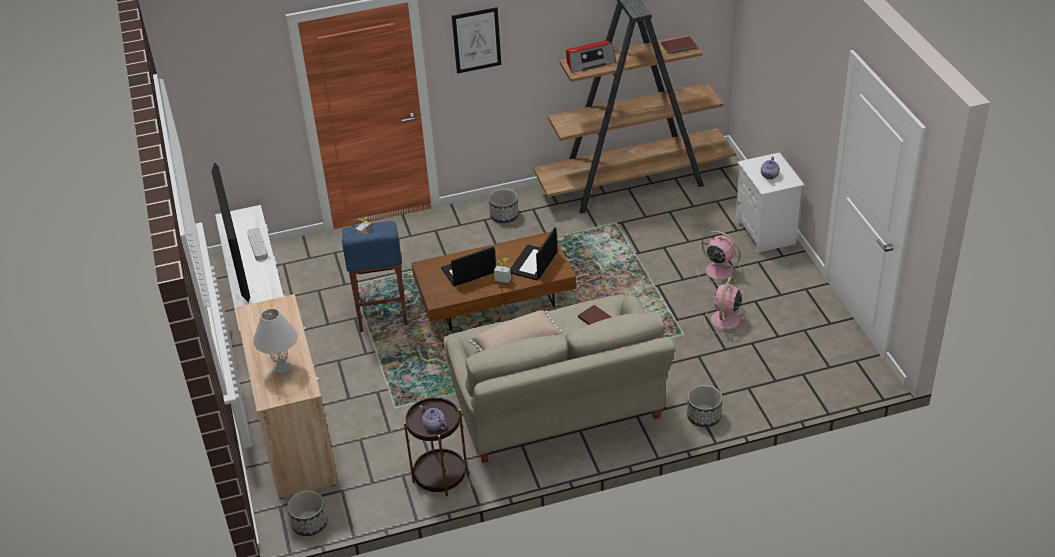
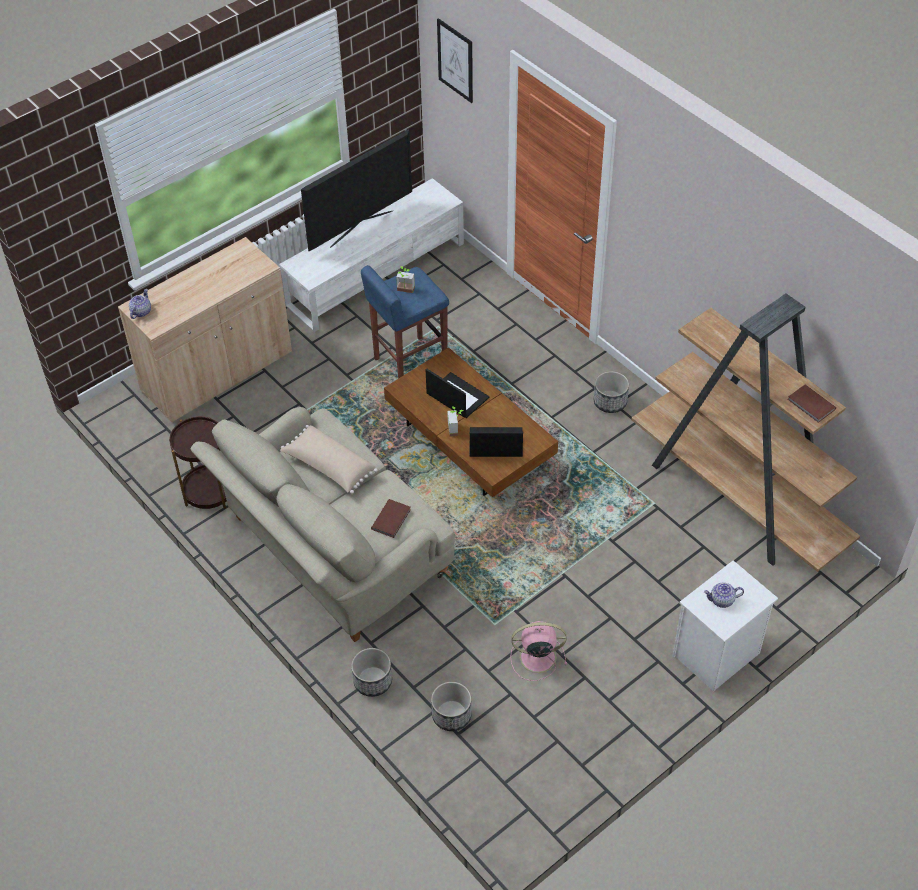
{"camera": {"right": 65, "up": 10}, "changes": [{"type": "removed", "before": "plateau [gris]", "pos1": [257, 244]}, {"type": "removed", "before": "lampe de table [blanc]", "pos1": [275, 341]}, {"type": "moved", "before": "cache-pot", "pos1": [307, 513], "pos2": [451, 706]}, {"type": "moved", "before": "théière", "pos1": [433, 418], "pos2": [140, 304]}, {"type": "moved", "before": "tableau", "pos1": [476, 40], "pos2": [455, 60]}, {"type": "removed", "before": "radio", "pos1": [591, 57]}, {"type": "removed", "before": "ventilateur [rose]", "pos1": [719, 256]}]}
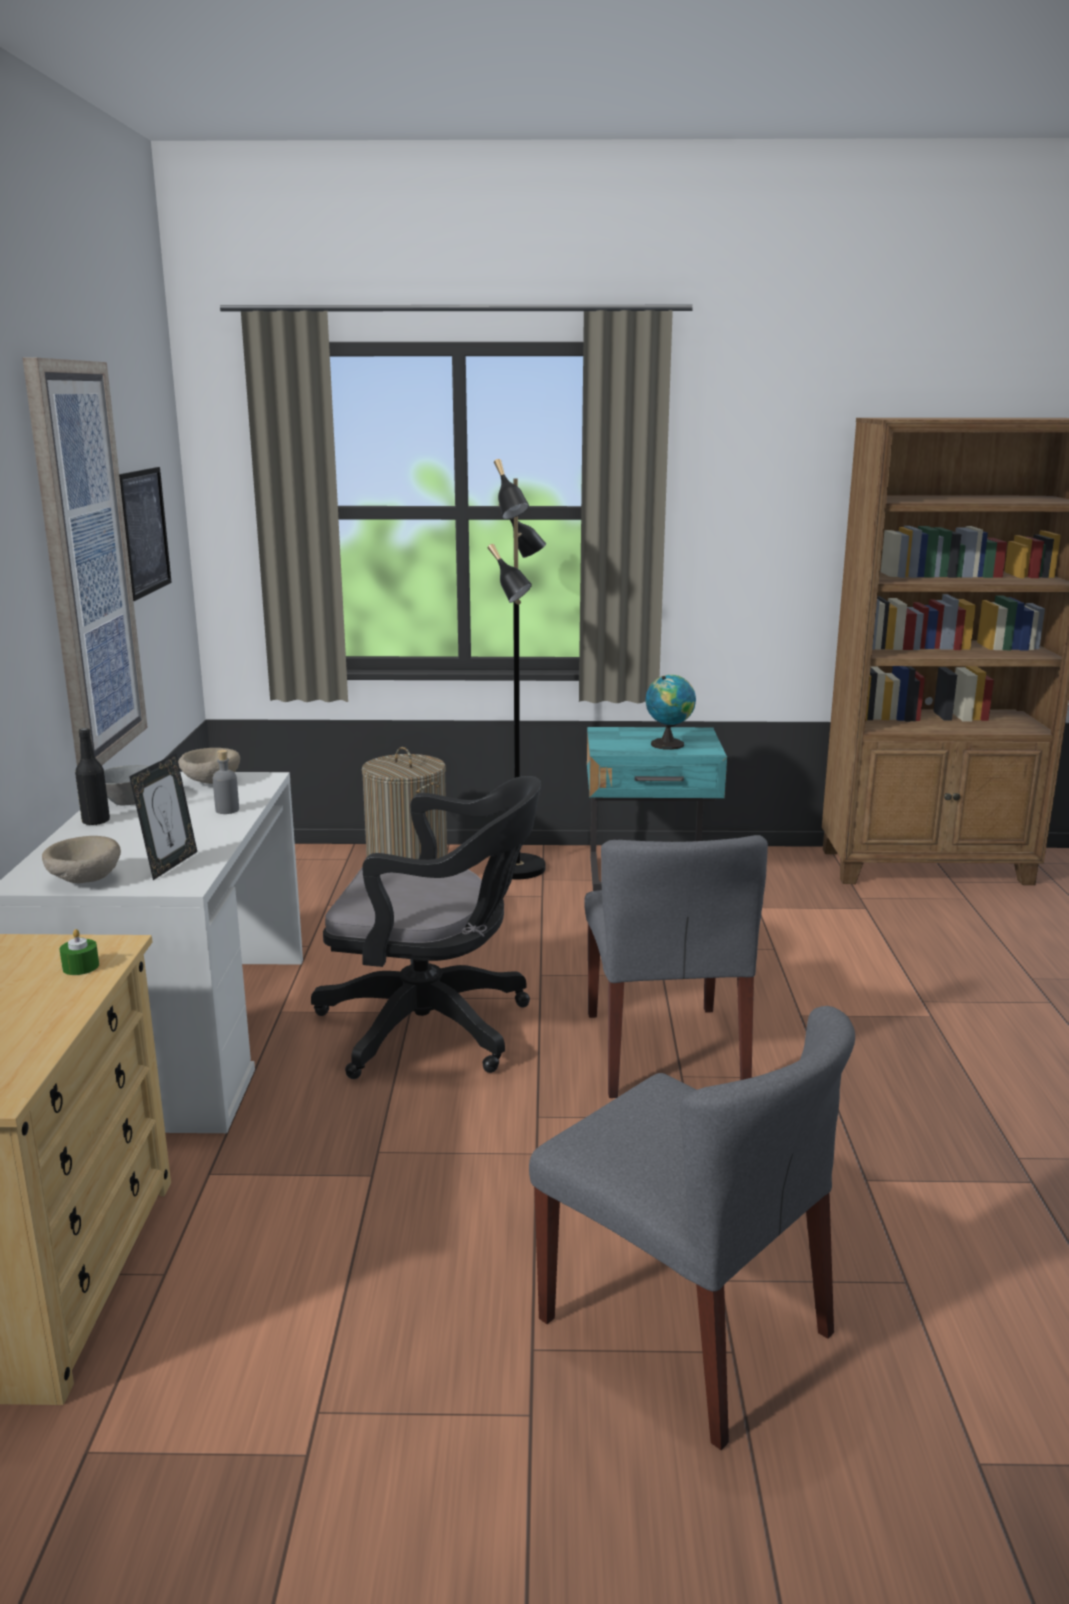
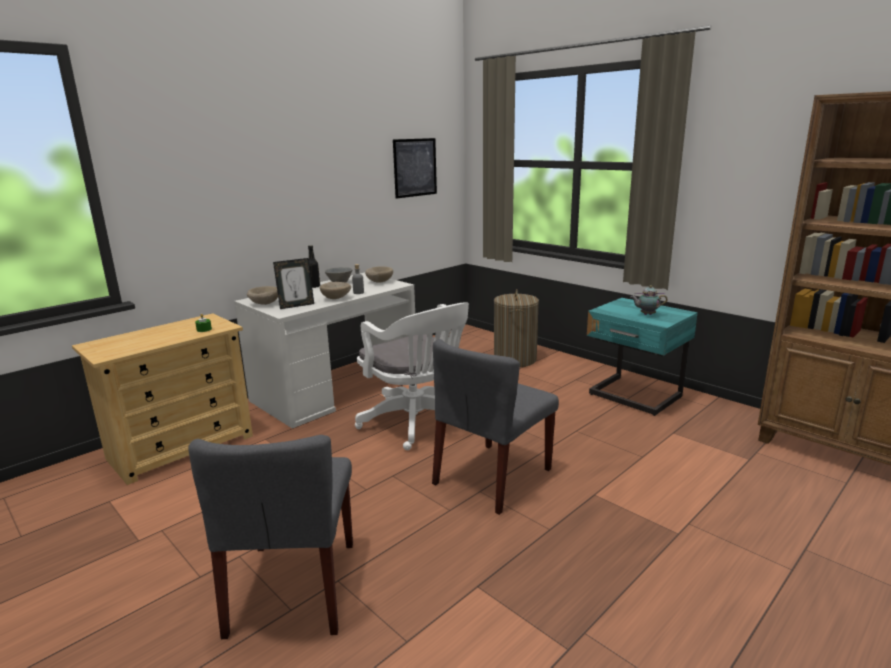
{"camera": {"right": 45, "up": 0}, "changes": [{"type": "removed", "before": "tableau", "pos1": [85, 562]}, {"type": "recoloured", "before": "chaise de bureau [noir]", "after": "chaise de bureau [blanc]", "pos1": [426, 927], "pos2": [412, 376]}, {"type": "removed", "before": "lampadaire [noir]", "pos1": [517, 669]}, {"type": "replaced", "before": "globe", "after": "théière", "pos1": [670, 712], "pos2": [649, 300]}, {"type": "added", "after": "bol [beige]", "pos2": [335, 290]}]}
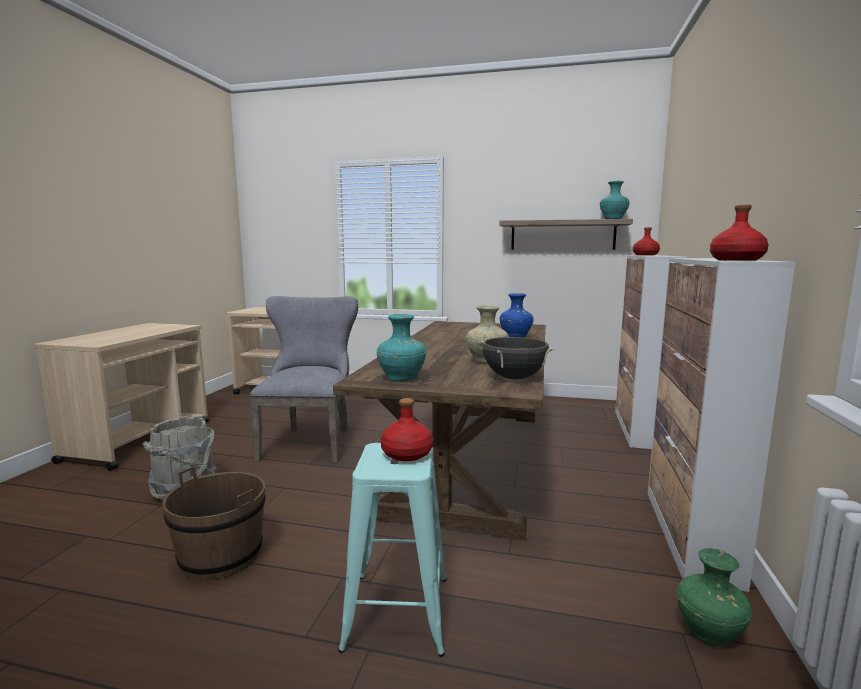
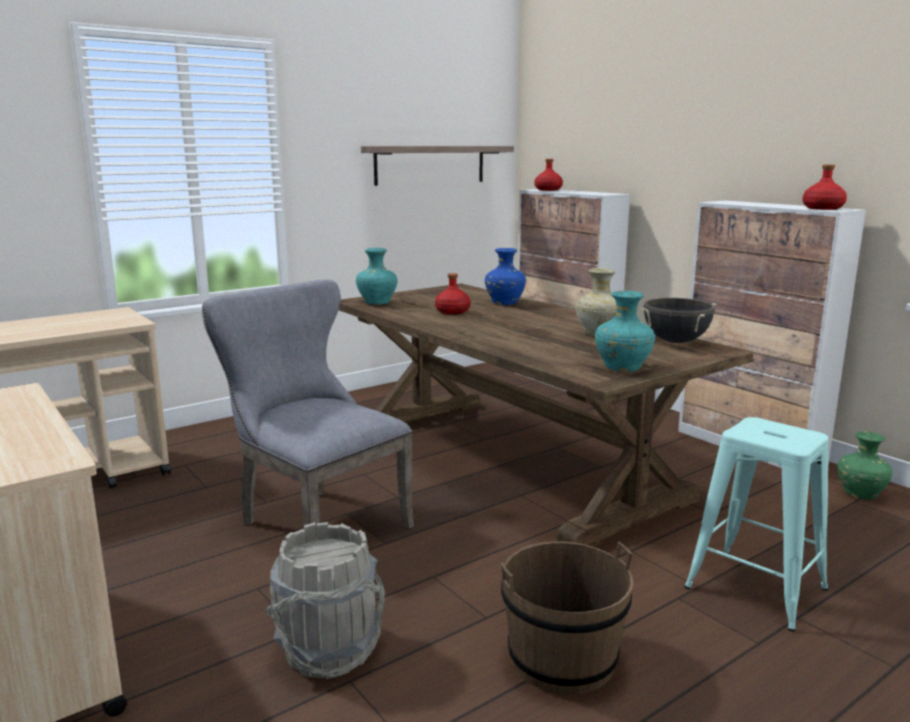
{"camera": {"right": -50, "up": 5}, "changes": [{"type": "moved", "before": "bouteille [rouge]", "pos1": [407, 429], "pos2": [453, 294]}, {"type": "moved", "before": "vase [turquoise]", "pos1": [614, 200], "pos2": [377, 276]}]}
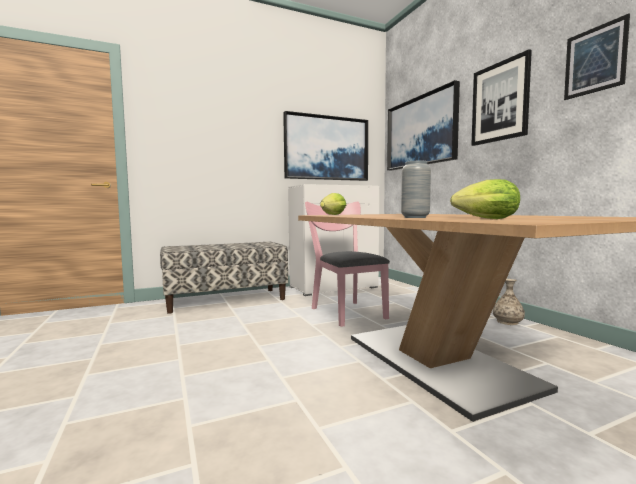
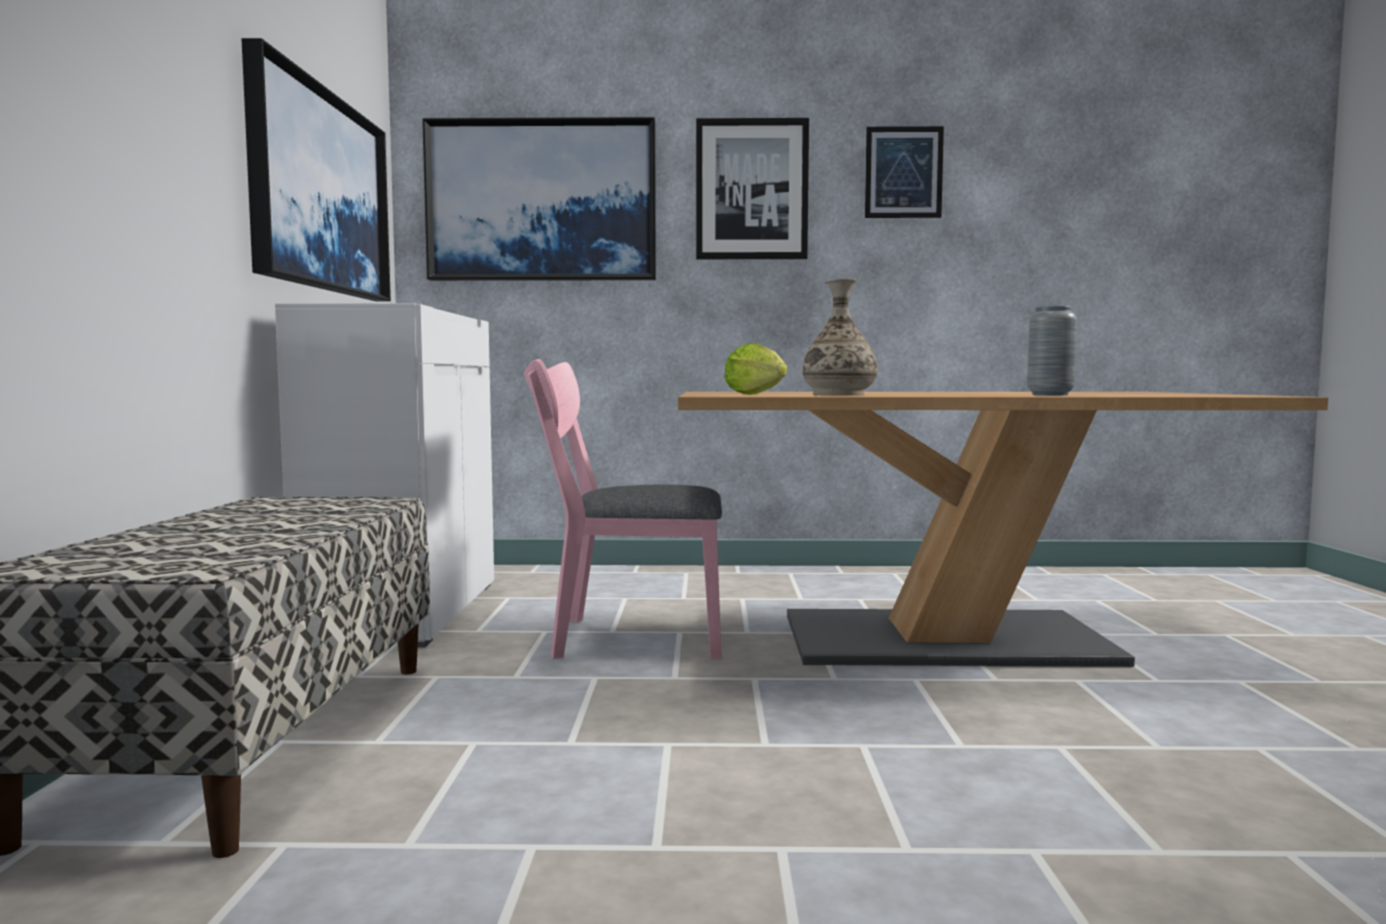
{"camera": {"right": -65, "up": 0}, "changes": [{"type": "removed", "before": "laitue", "pos1": [485, 199]}, {"type": "moved", "before": "vase", "pos1": [509, 302], "pos2": [840, 337]}]}
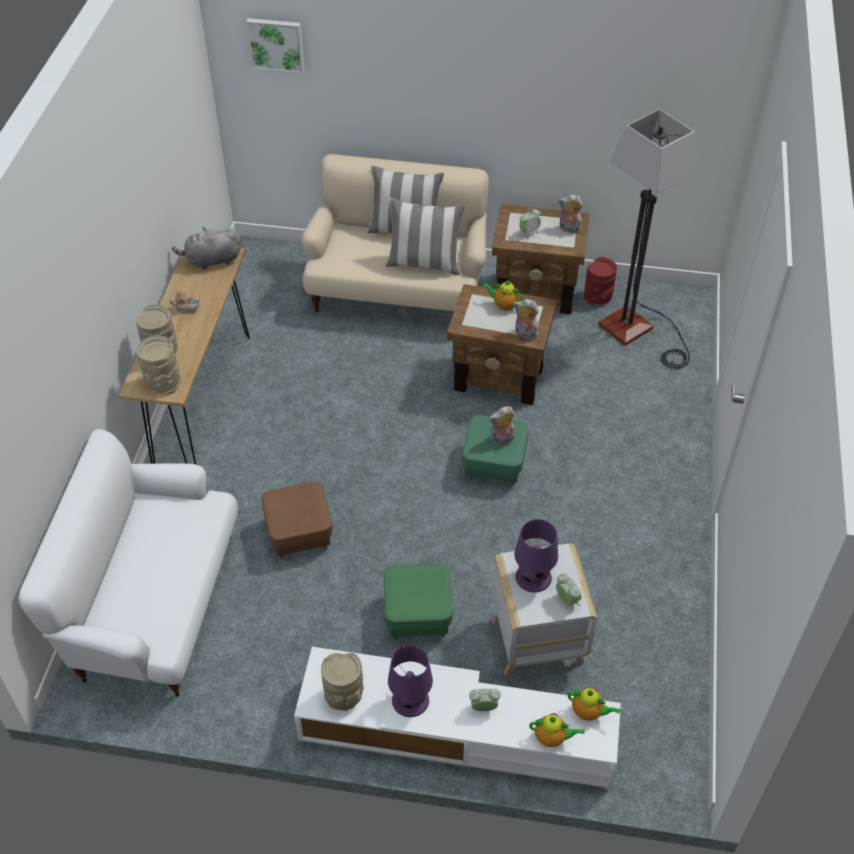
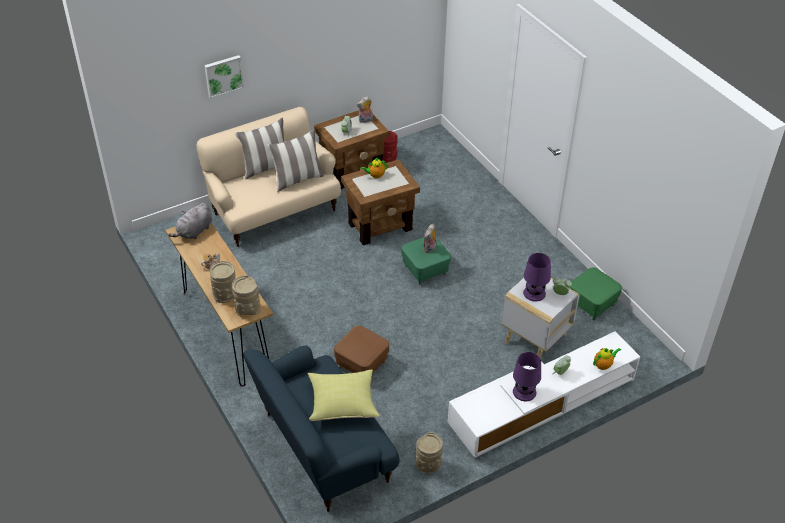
{"camera": {"right": -40, "up": -5}, "changes": [{"type": "recoloured", "before": "canapé [blanc]", "after": "canapé [bleu]", "pos1": [128, 562], "pos2": [321, 429]}, {"type": "moved", "before": "tableau", "pos1": [275, 46], "pos2": [224, 77]}, {"type": "moved", "before": "vase [beige]", "pos1": [342, 682], "pos2": [429, 453]}, {"type": "moved", "before": "pouf [vert]", "pos1": [418, 601], "pos2": [596, 293]}, {"type": "removed", "before": "peluche", "pos1": [526, 319]}, {"type": "removed", "before": "théière", "pos1": [594, 704]}, {"type": "removed", "before": "lampadaire", "pos1": [648, 239]}, {"type": "added", "after": "coussin [jaune]", "pos2": [344, 395]}]}
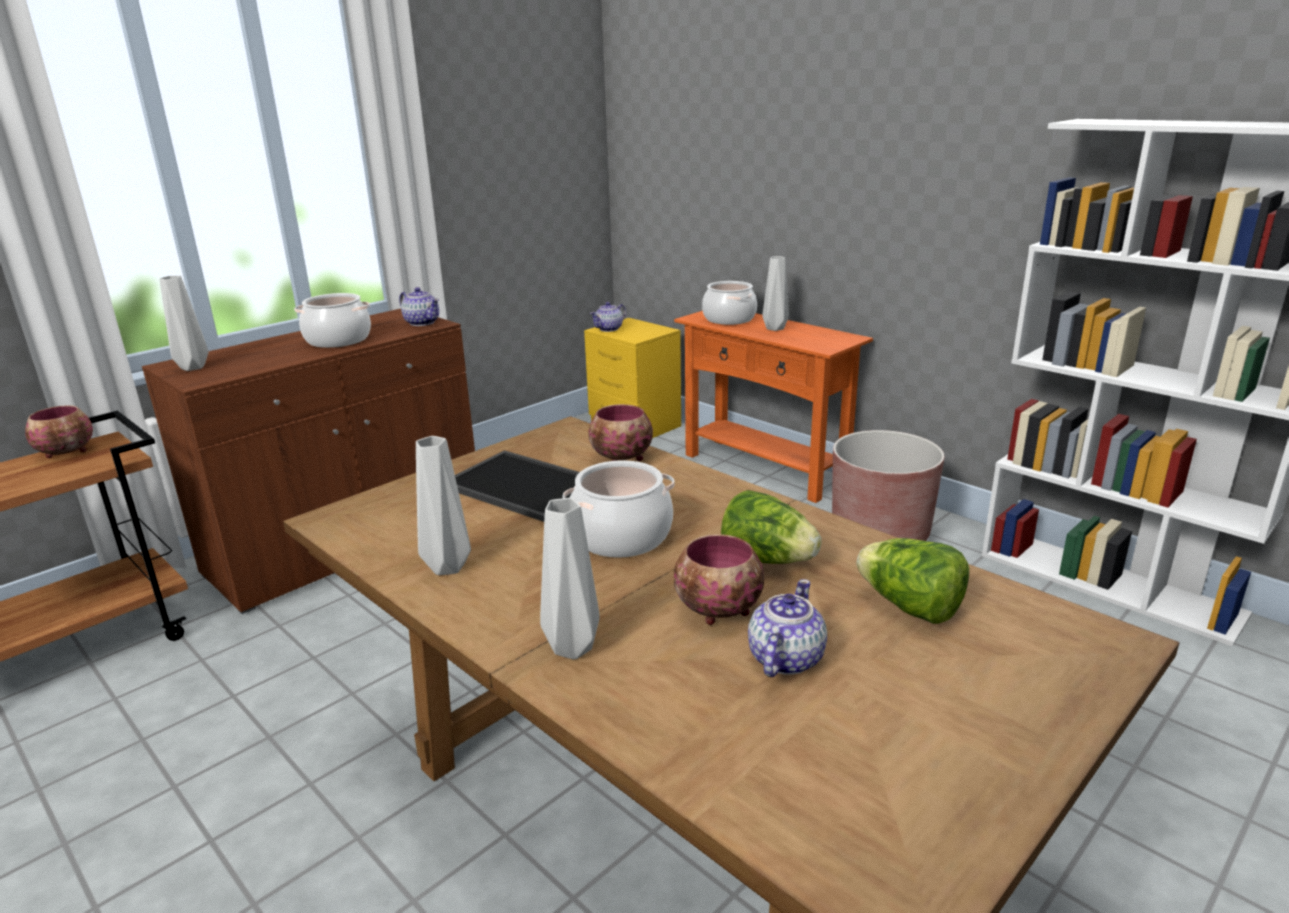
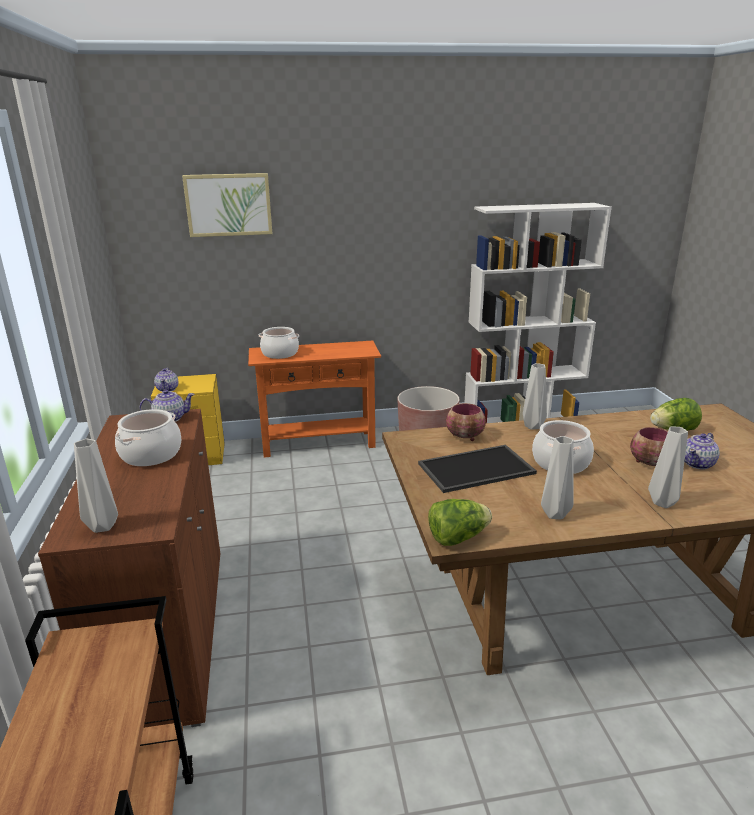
{"camera": {"right": -55, "up": 0}, "changes": [{"type": "removed", "before": "bol", "pos1": [59, 431]}, {"type": "moved", "before": "laitue", "pos1": [771, 527], "pos2": [460, 522]}, {"type": "turned", "before": "théière", "pos1": [787, 628], "pos2": [702, 451], "turn": -105}, {"type": "moved", "before": "vase [gris]", "pos1": [775, 293], "pos2": [535, 396]}, {"type": "added", "after": "tableau", "pos2": [227, 205]}]}
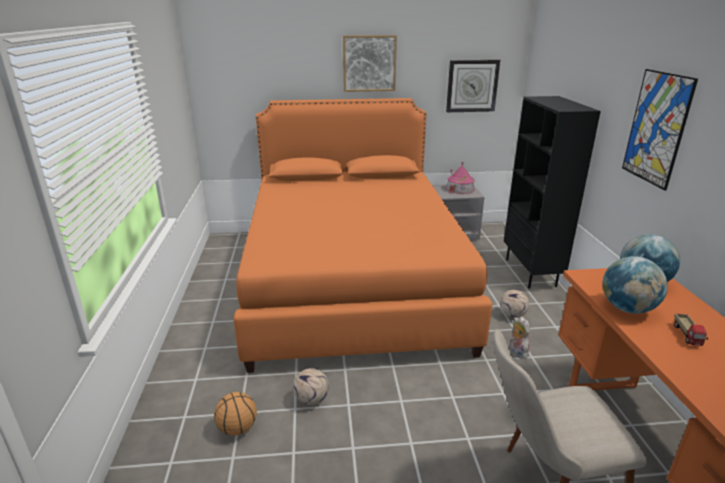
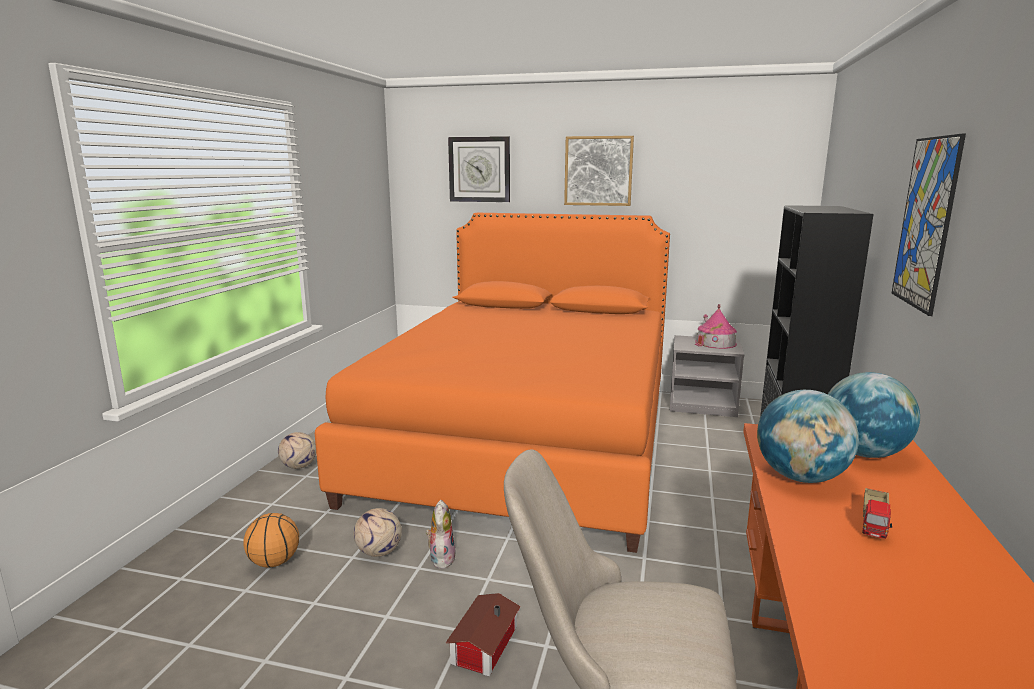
{"camera": {"right": 20, "up": -10}, "changes": [{"type": "moved", "before": "horloge murale", "pos1": [473, 86], "pos2": [479, 169]}, {"type": "moved", "before": "ballon de foot", "pos1": [514, 304], "pos2": [297, 450]}, {"type": "moved", "before": "peluche", "pos1": [520, 337], "pos2": [441, 534]}, {"type": "added", "after": "maison miniature", "pos2": [483, 634]}]}
